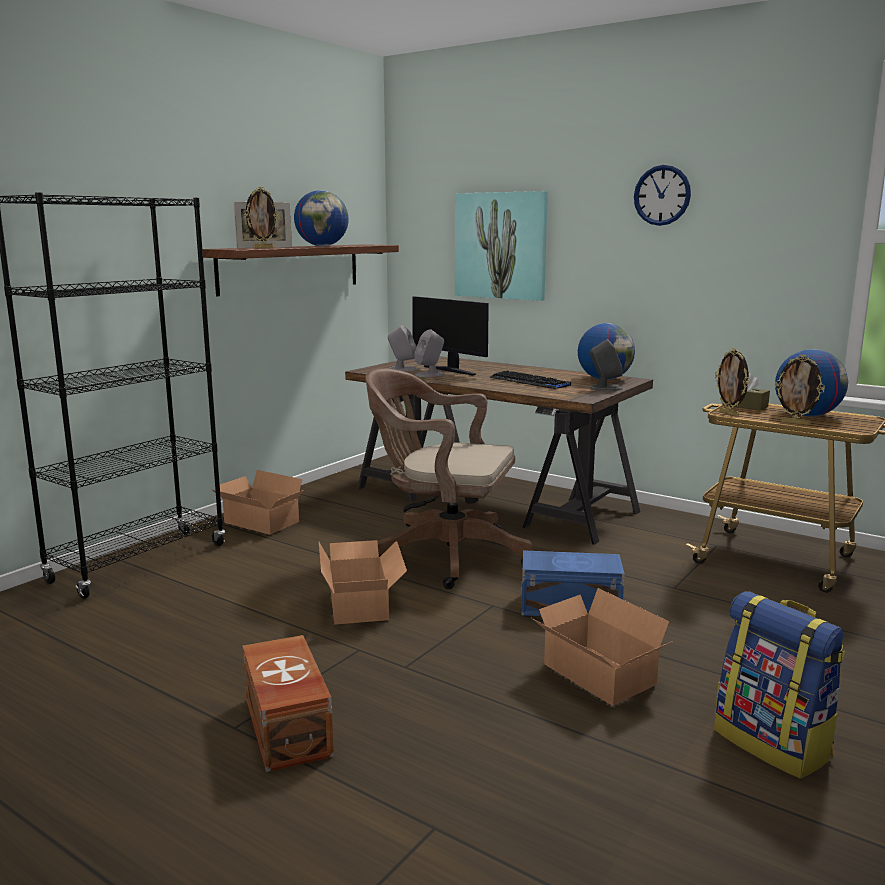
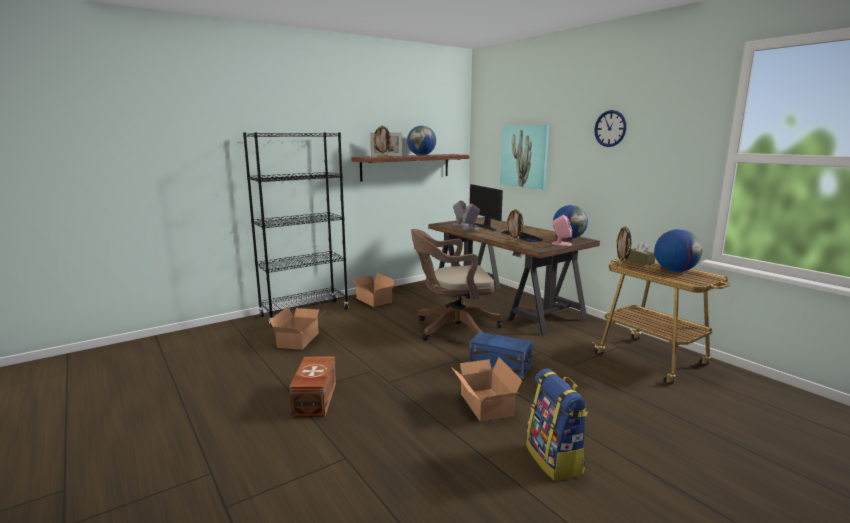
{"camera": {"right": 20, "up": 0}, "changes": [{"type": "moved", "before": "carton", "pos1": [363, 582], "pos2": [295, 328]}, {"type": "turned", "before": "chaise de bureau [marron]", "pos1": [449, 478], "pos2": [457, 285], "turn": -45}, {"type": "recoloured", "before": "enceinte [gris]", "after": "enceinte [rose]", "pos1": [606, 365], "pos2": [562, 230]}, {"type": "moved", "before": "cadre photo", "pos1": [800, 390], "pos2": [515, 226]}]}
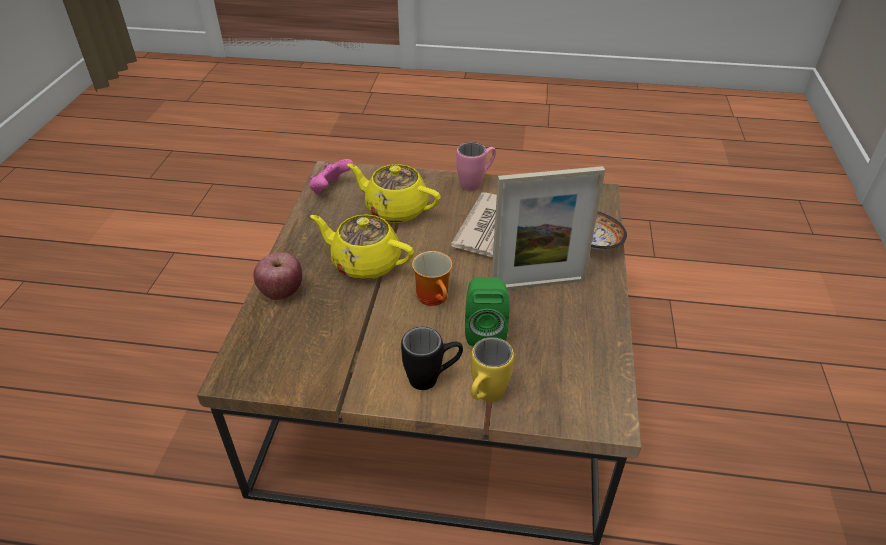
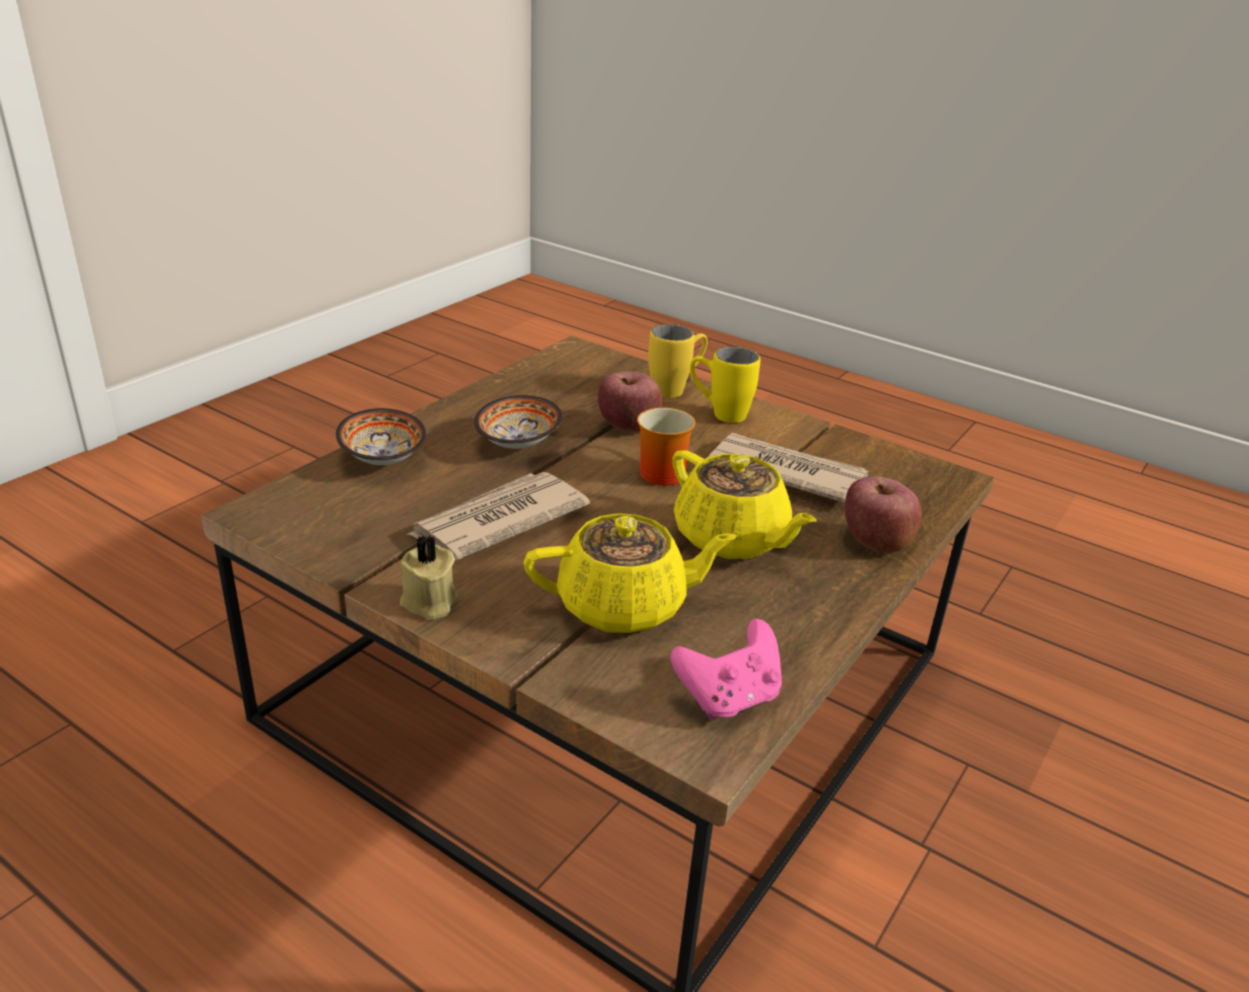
{"camera": {"right": -155, "up": -10}, "changes": [{"type": "turned", "before": "théière [jaune]", "pos1": [394, 193], "pos2": [630, 573], "turn": -60}, {"type": "recoloured", "before": "mug [noir]", "after": "mug [jaune]", "pos1": [432, 358], "pos2": [725, 385]}, {"type": "replaced", "before": "mug [rose]", "after": "bougie [beige]", "pos1": [476, 166], "pos2": [429, 577]}, {"type": "replaced", "before": "enceinte [vert]", "after": "pomme", "pos1": [487, 312], "pos2": [630, 402]}, {"type": "replaced", "before": "cadre photo", "after": "bol", "pos1": [548, 228], "pos2": [518, 422]}, {"type": "added", "after": "journal", "pos2": [789, 468]}]}
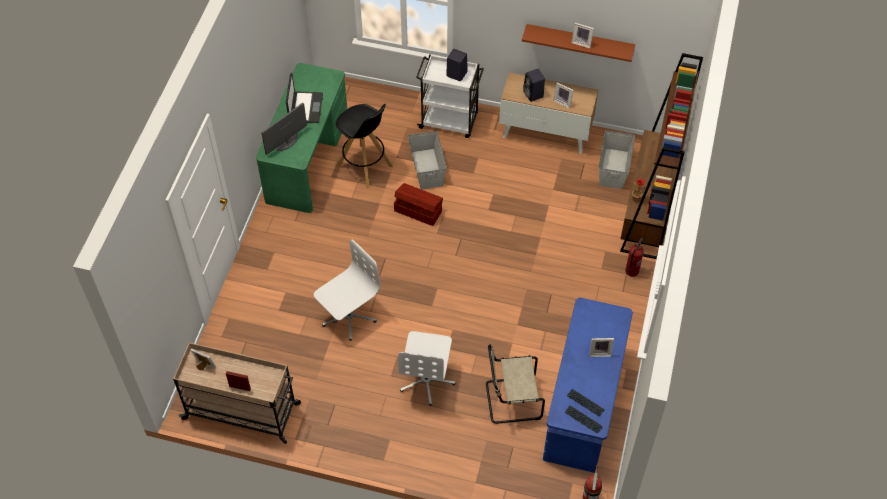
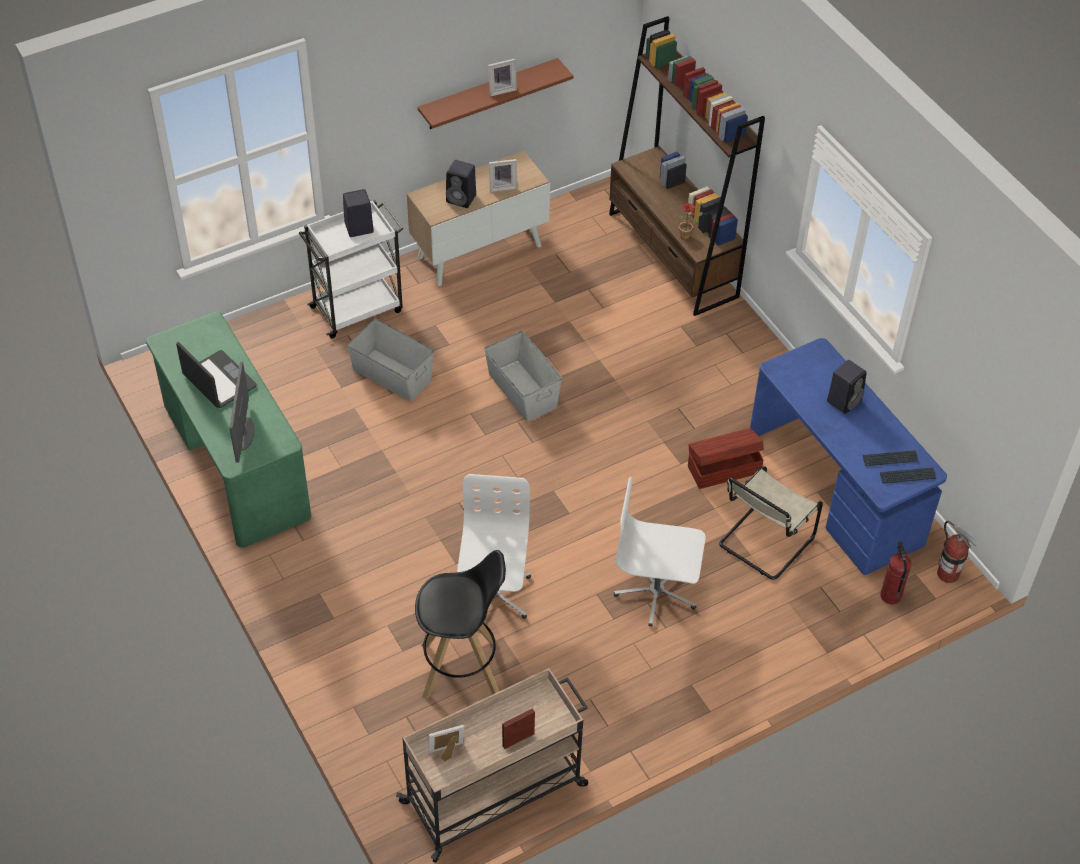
{"camera": {"right": -45, "up": -5}, "changes": [{"type": "moved", "before": "tabouret [noir]", "pos1": [364, 146], "pos2": [460, 624]}, {"type": "moved", "before": "boîte de rangement [marron]", "pos1": [418, 204], "pos2": [726, 458]}, {"type": "turned", "before": "chaise de bureau [blanc]", "pos1": [427, 368], "pos2": [660, 552], "turn": 135}, {"type": "replaced", "before": "cadre photo", "after": "enceinte [noir]", "pos1": [601, 347], "pos2": [847, 387]}, {"type": "moved", "before": "boîte de rangement [gris]", "pos1": [617, 159], "pos2": [523, 376]}, {"type": "moved", "before": "extincteur", "pos1": [634, 257], "pos2": [896, 572]}]}
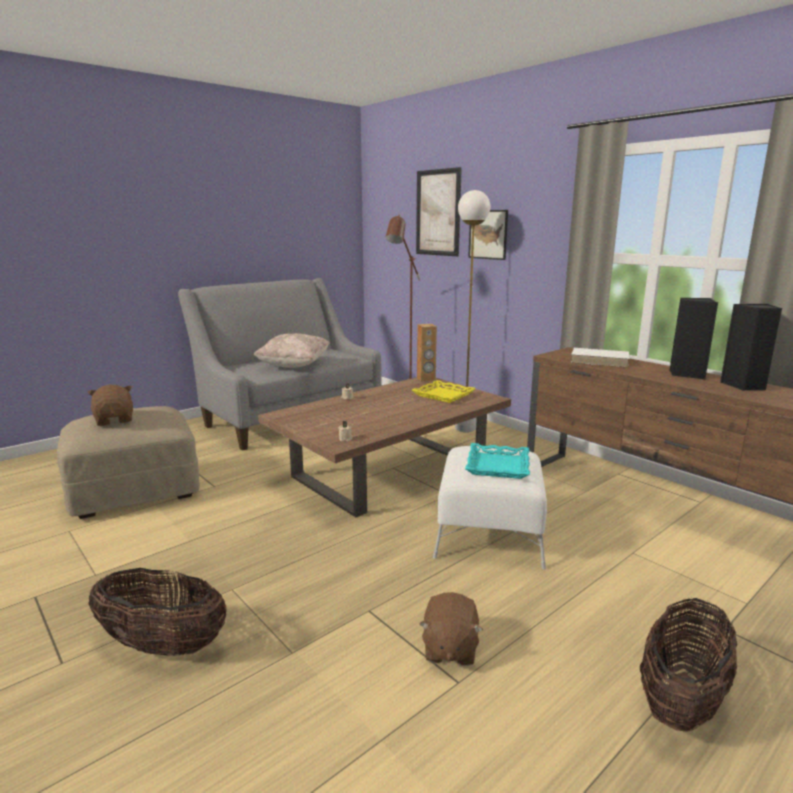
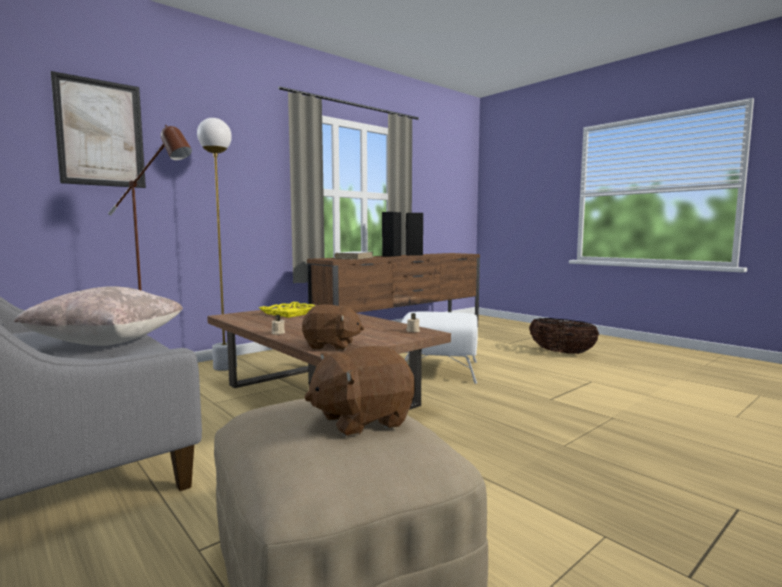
{"camera": {"right": -90, "up": -10}, "changes": [{"type": "removed", "before": "panier", "pos1": [157, 612]}, {"type": "removed", "before": "enceinte [marron]", "pos1": [427, 353]}, {"type": "moved", "before": "peluche [marron]", "pos1": [451, 629], "pos2": [333, 327]}, {"type": "removed", "before": "plateau [turquoise]", "pos1": [497, 461]}, {"type": "removed", "before": "tableau", "pos1": [488, 235]}]}
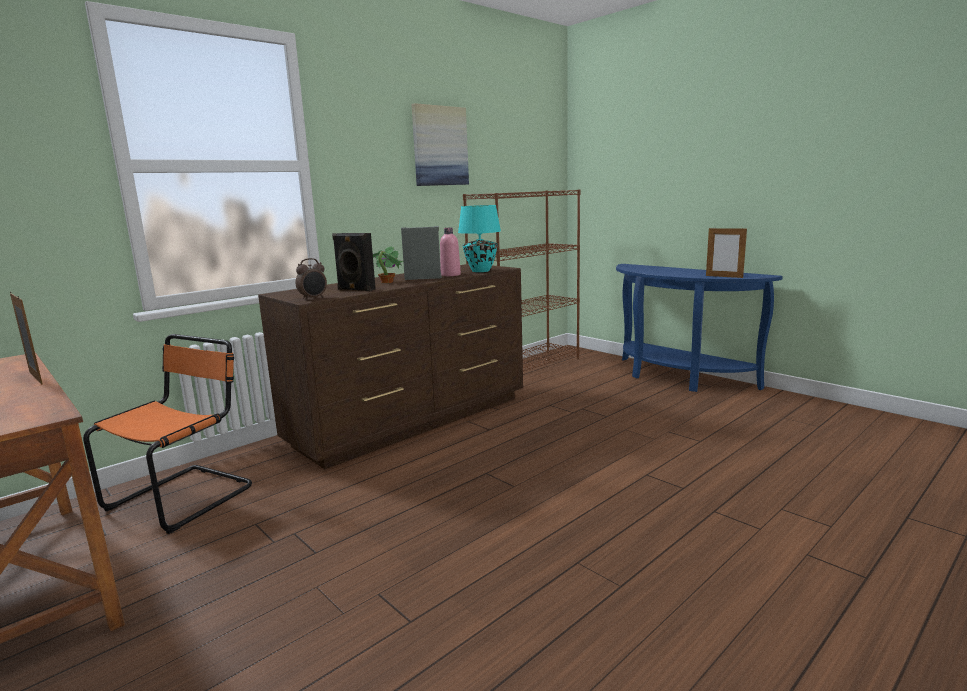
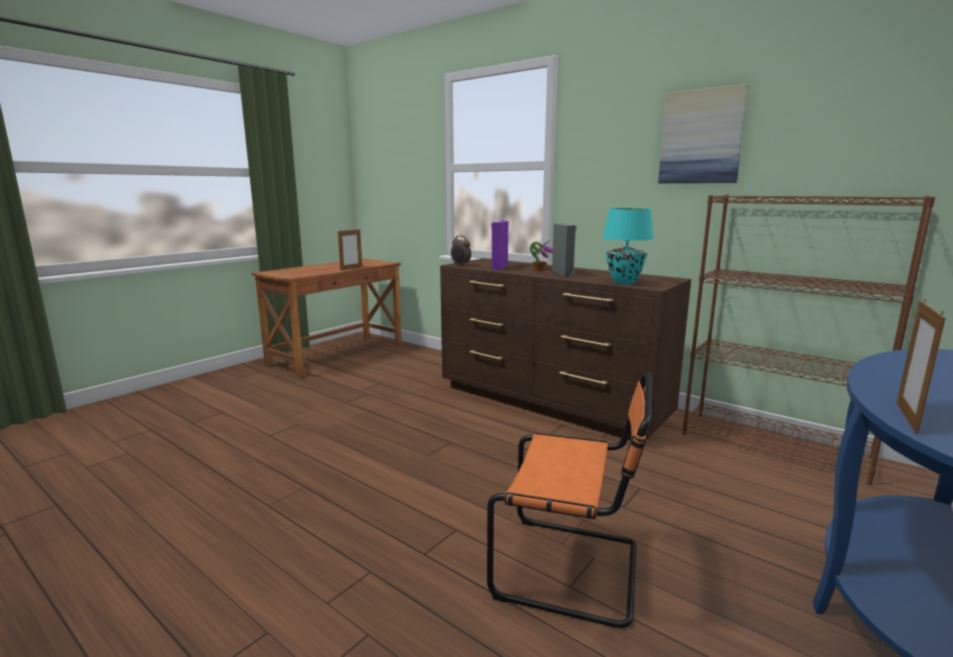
{"camera": {"right": 80, "up": 0}, "changes": [{"type": "moved", "before": "chaise [orange]", "pos1": [167, 434], "pos2": [569, 500]}, {"type": "recoloured", "before": "enceinte [noir]", "after": "enceinte [violet]", "pos1": [354, 262], "pos2": [499, 245]}, {"type": "removed", "before": "bouteille [rose]", "pos1": [450, 252]}]}
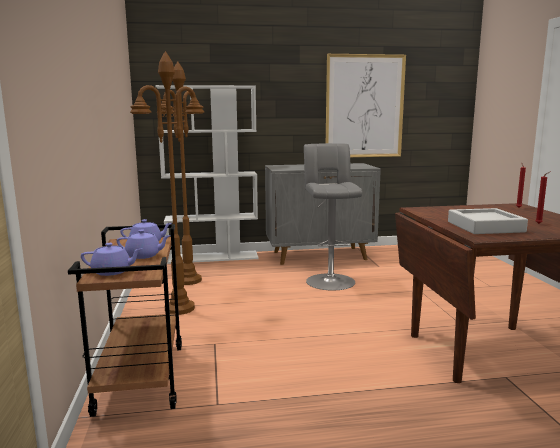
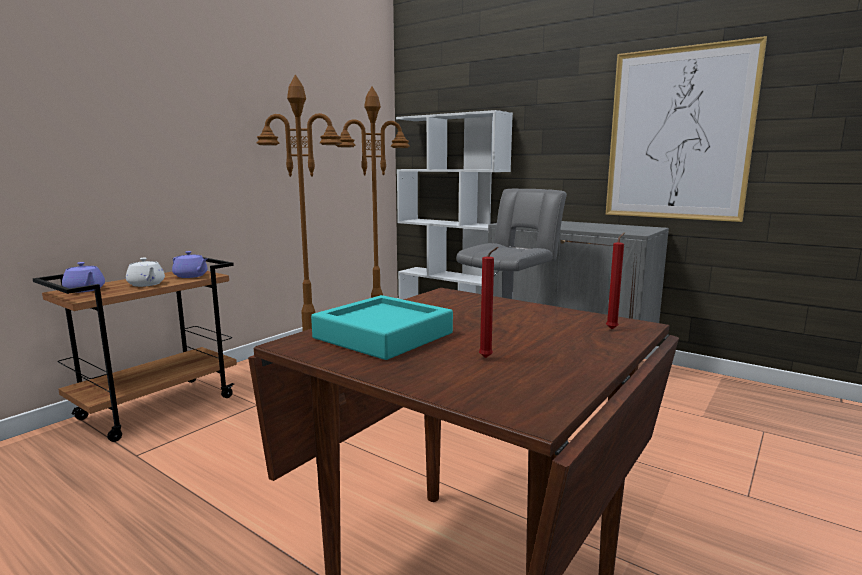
{"camera": {"right": 45, "up": 0}, "changes": [{"type": "recoloured", "before": "théière [violet]", "after": "théière [blanc]", "pos1": [144, 244], "pos2": [145, 272]}, {"type": "recoloured", "before": "plateau [gris]", "after": "plateau [turquoise]", "pos1": [488, 221], "pos2": [382, 327]}]}
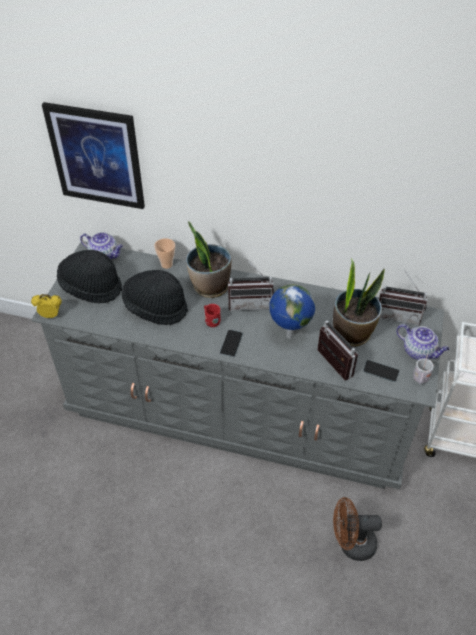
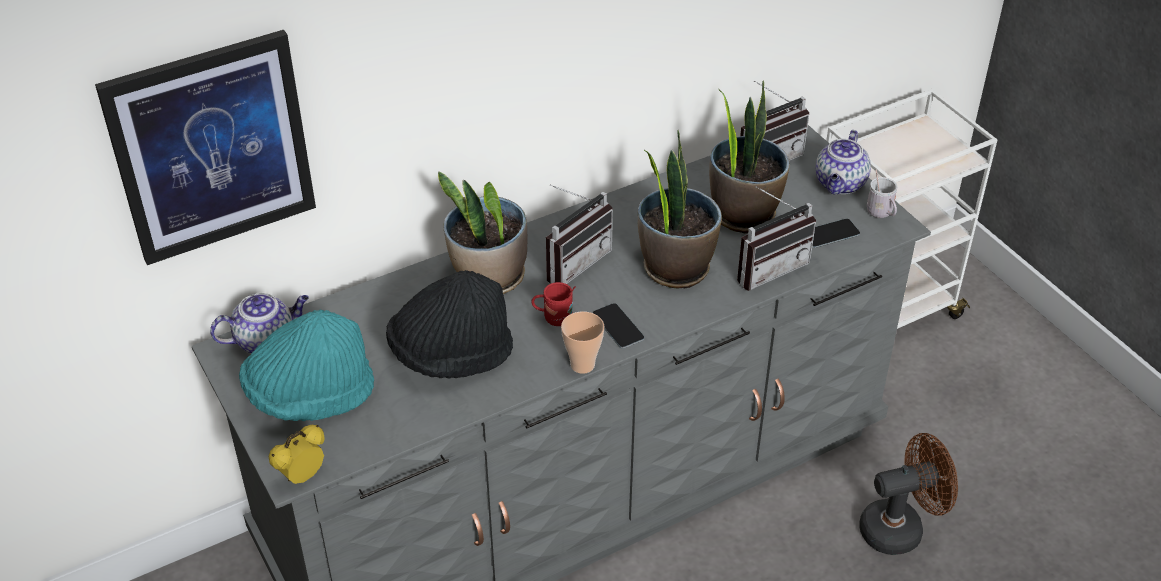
{"camera": {"right": -45, "up": -5}, "changes": [{"type": "recoloured", "before": "chapeau [noir]", "after": "chapeau [turquoise]", "pos1": [89, 276], "pos2": [306, 365]}, {"type": "moved", "before": "tasse", "pos1": [164, 253], "pos2": [582, 342]}, {"type": "replaced", "before": "globe", "after": "plante en pot", "pos1": [292, 311], "pos2": [680, 209]}, {"type": "turned", "before": "radio", "pos1": [337, 350], "pos2": [776, 238], "turn": 135}, {"type": "turned", "before": "ventilateur [marron]", "pos1": [357, 529], "pos2": [908, 494], "turn": -150}, {"type": "turned", "before": "théière", "pos1": [423, 342], "pos2": [843, 162], "turn": 120}]}
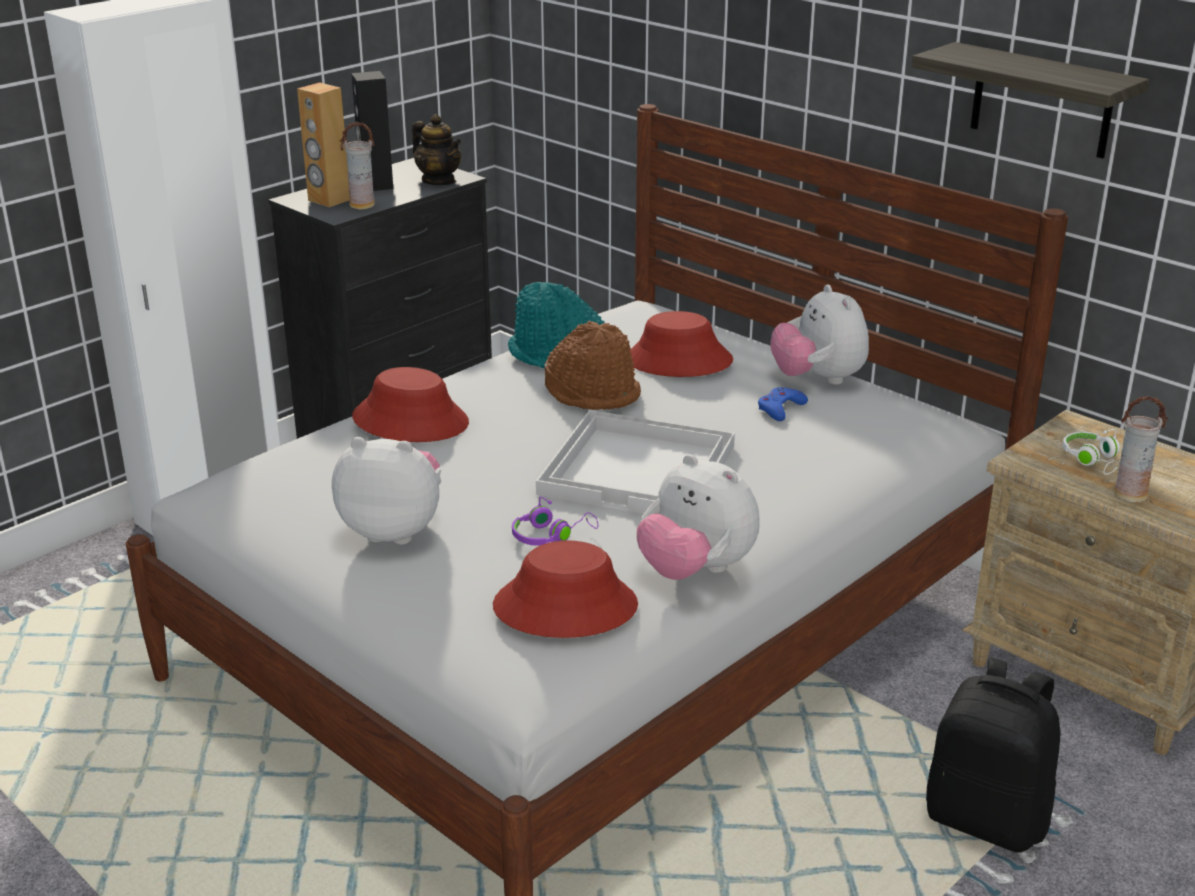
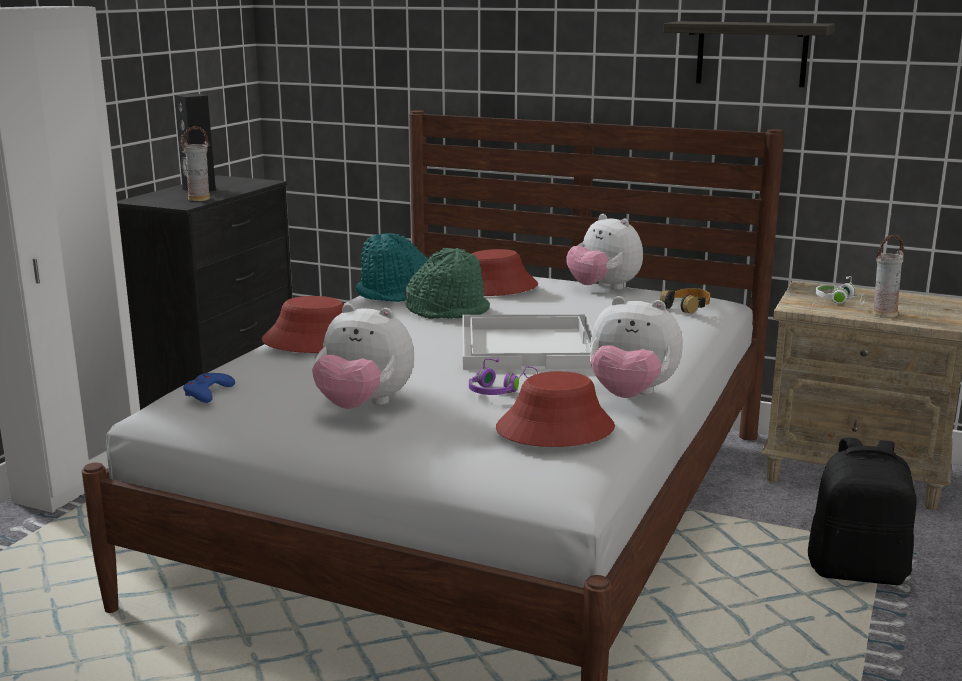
{"camera": {"right": -20, "up": -10}, "changes": [{"type": "removed", "before": "enceinte [marron]", "pos1": [323, 144]}, {"type": "turned", "before": "peluche", "pos1": [386, 491], "pos2": [363, 356], "turn": -150}, {"type": "removed", "before": "théière", "pos1": [437, 149]}, {"type": "recoloured", "before": "chapeau [marron]", "after": "chapeau [vert]", "pos1": [592, 365], "pos2": [447, 283]}, {"type": "moved", "before": "manette [bleu]", "pos1": [783, 404], "pos2": [209, 388]}, {"type": "added", "after": "casque audio", "pos2": [685, 301]}]}
